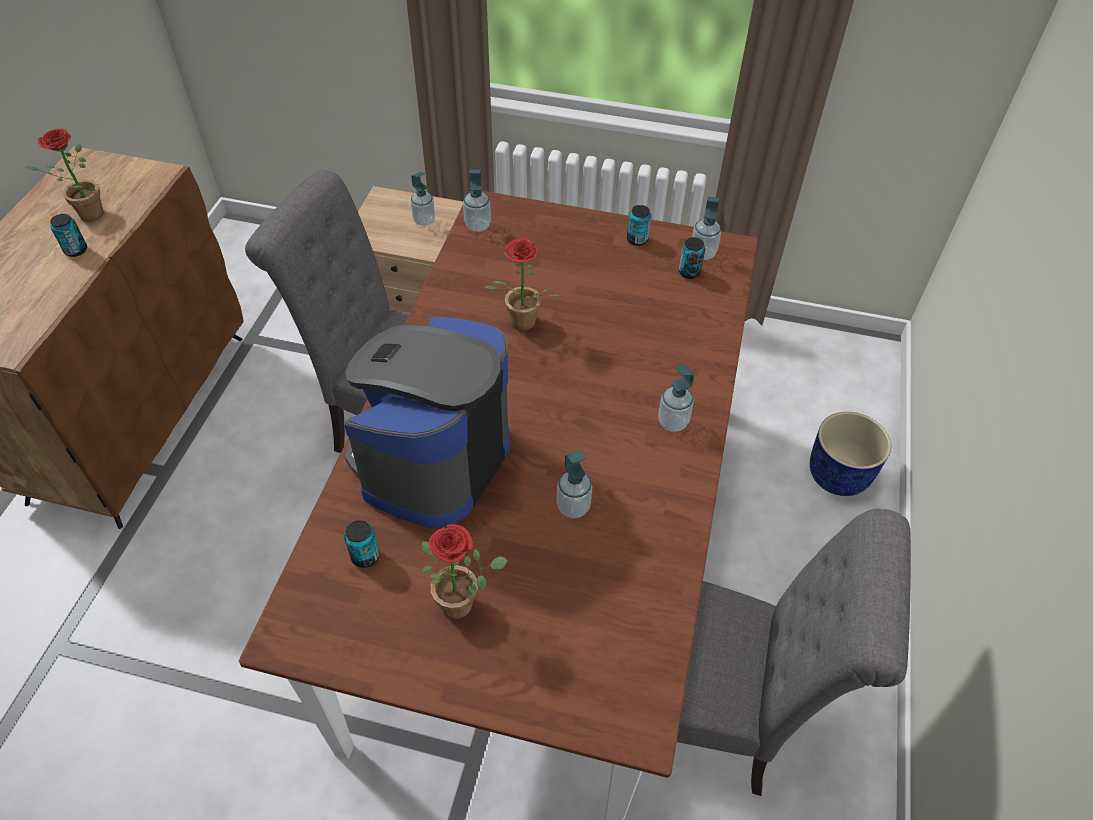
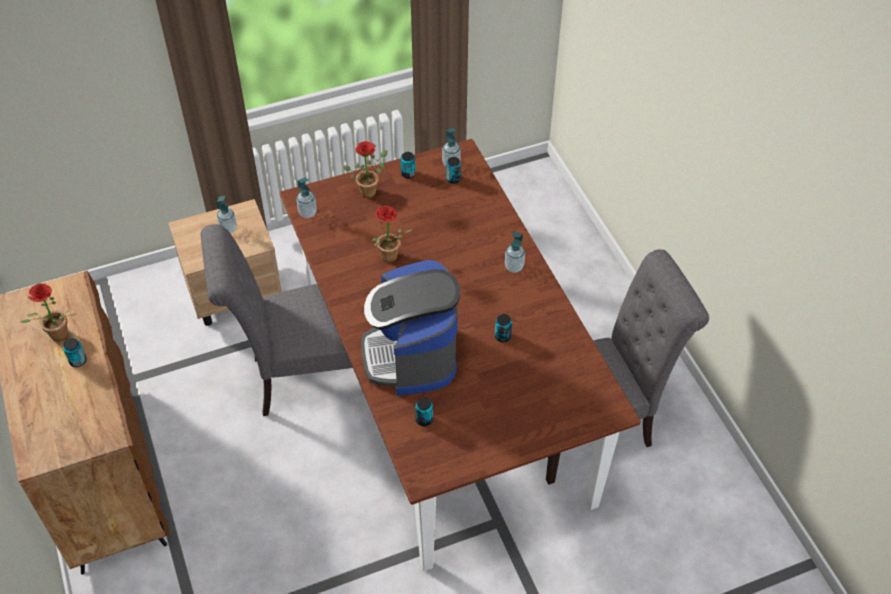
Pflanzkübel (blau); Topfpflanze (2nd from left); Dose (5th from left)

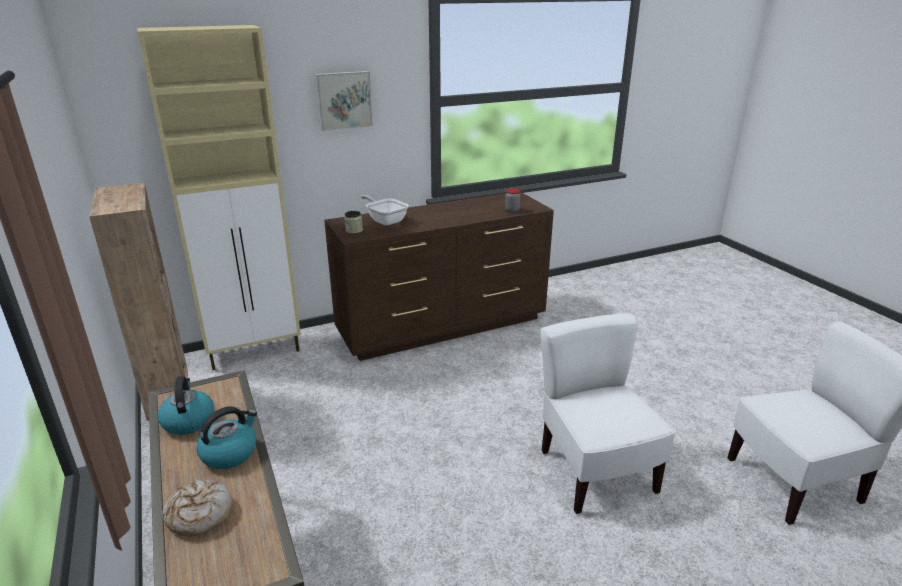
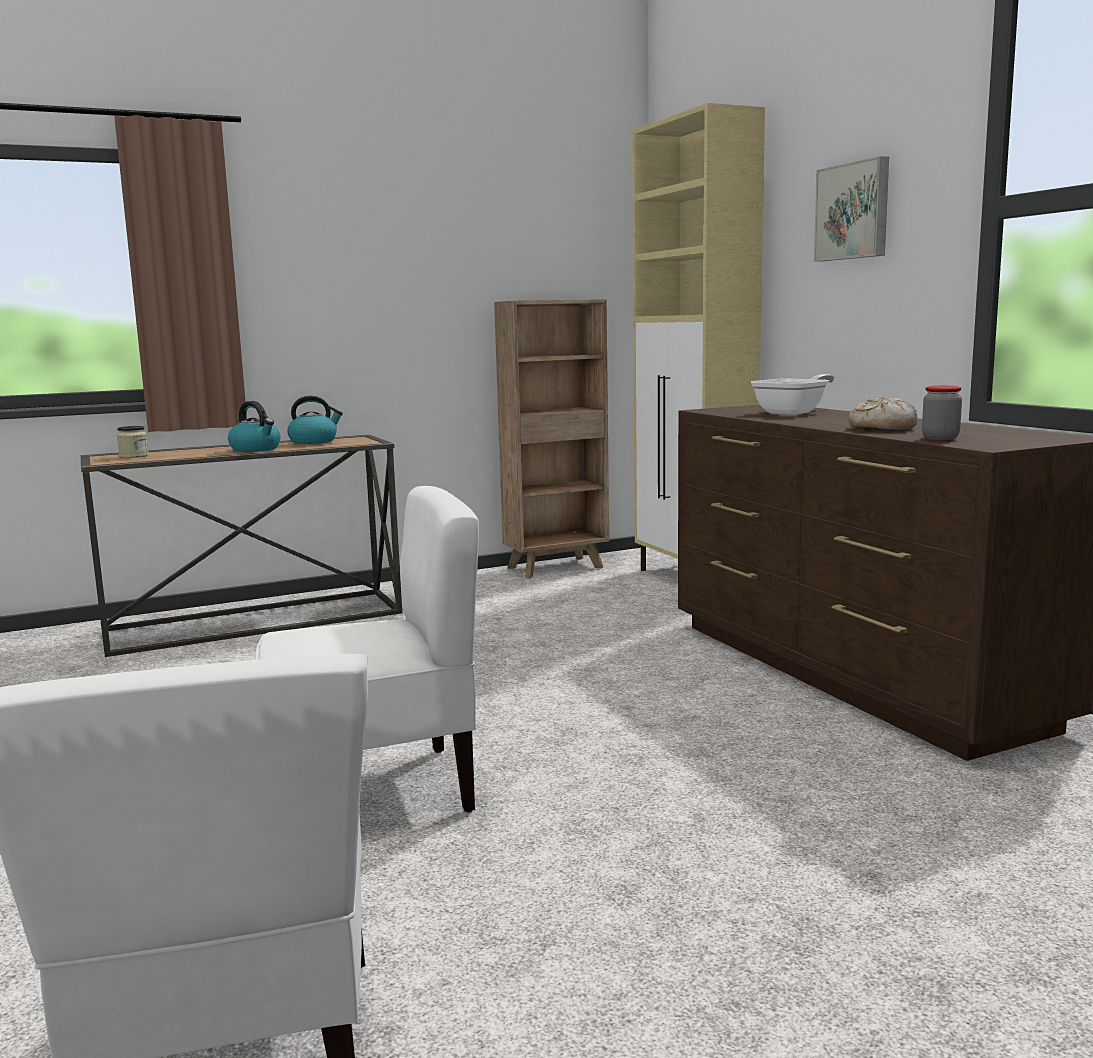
Brot; Vorratsglas (1st from left)

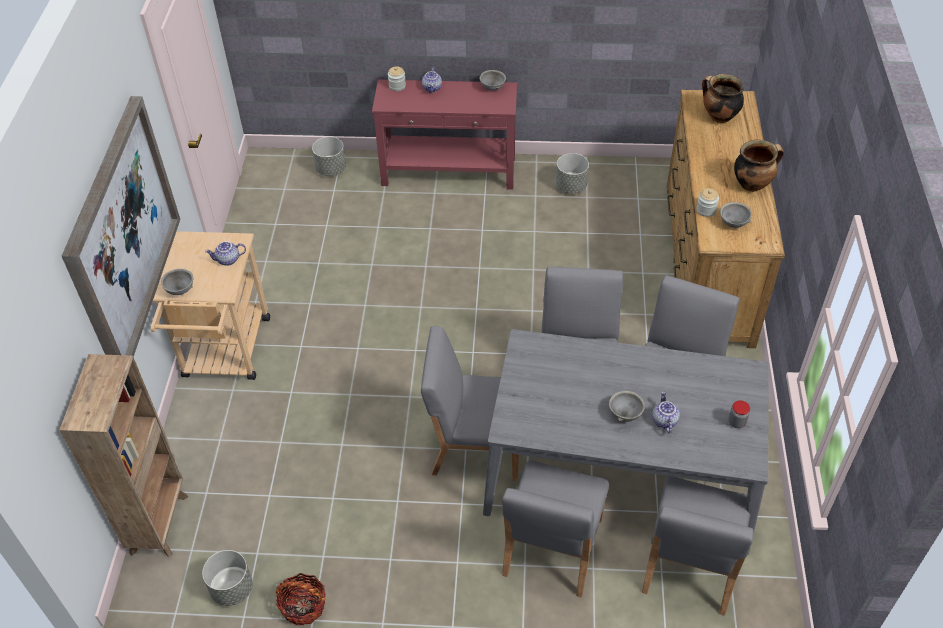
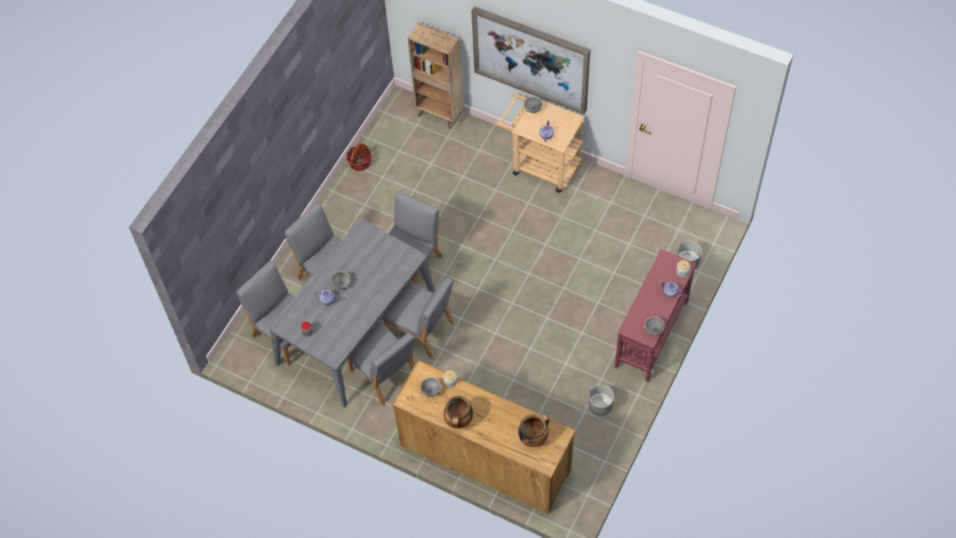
Pflanzkübel (grau) (1st from left in the first image)

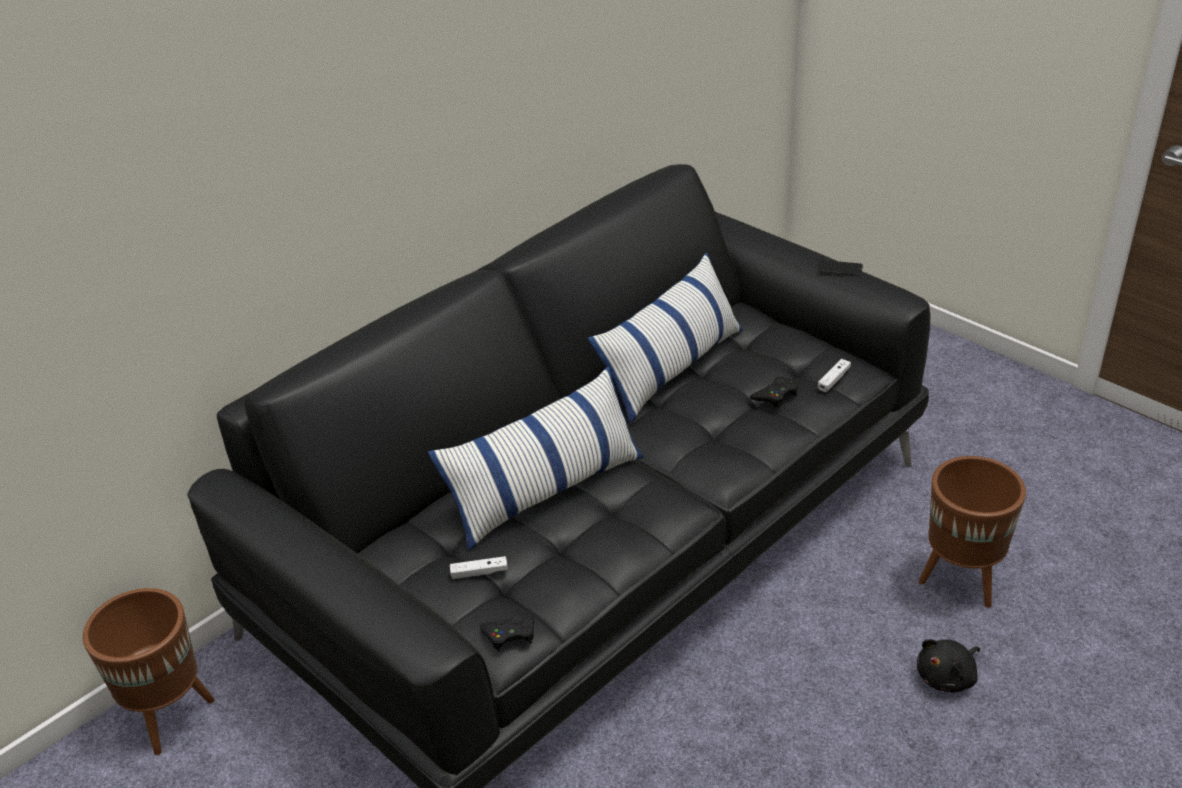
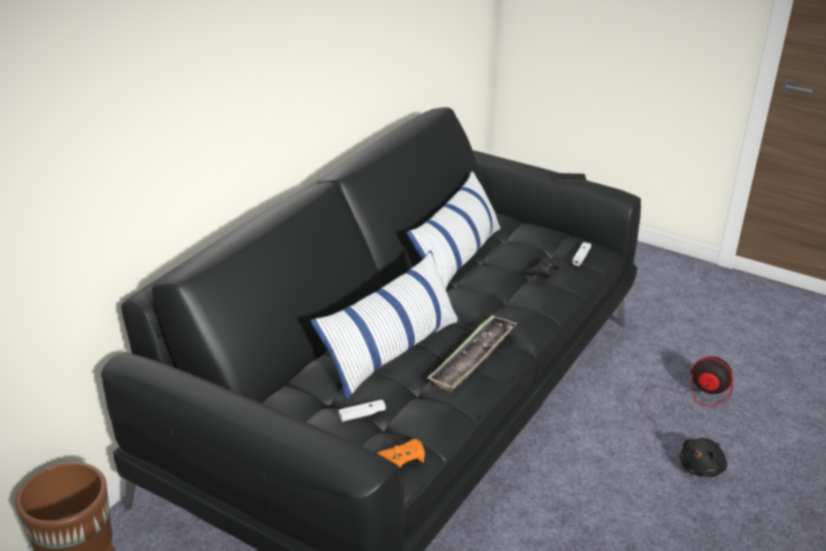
Tablett; Ventilator; Gamepad (orange)

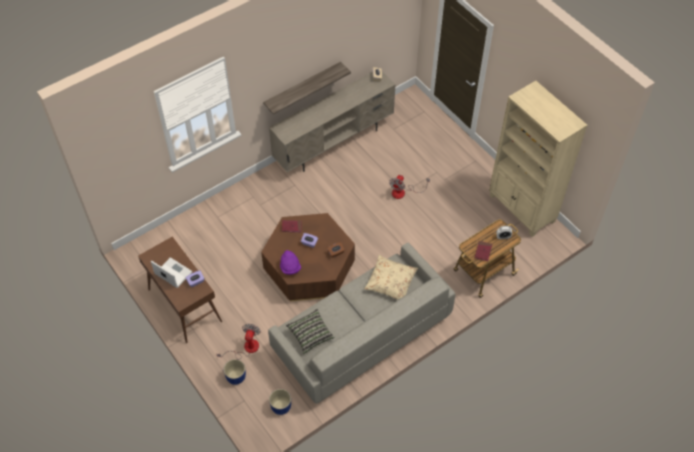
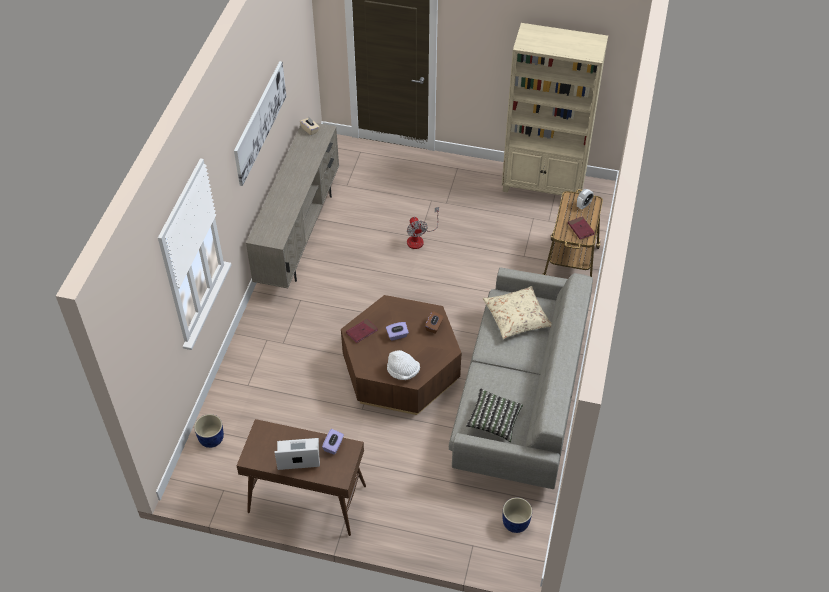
Ventilator (1st from left in the first image); Wandregal; Bild; Pflanzkübel (blau) (1st from left); Hut (weiß)

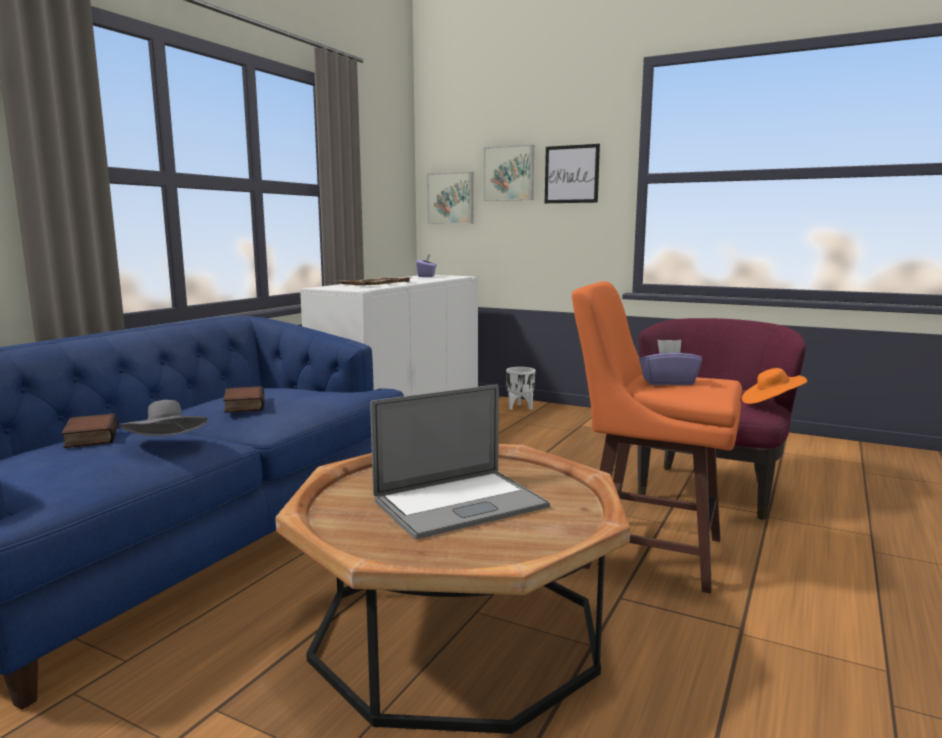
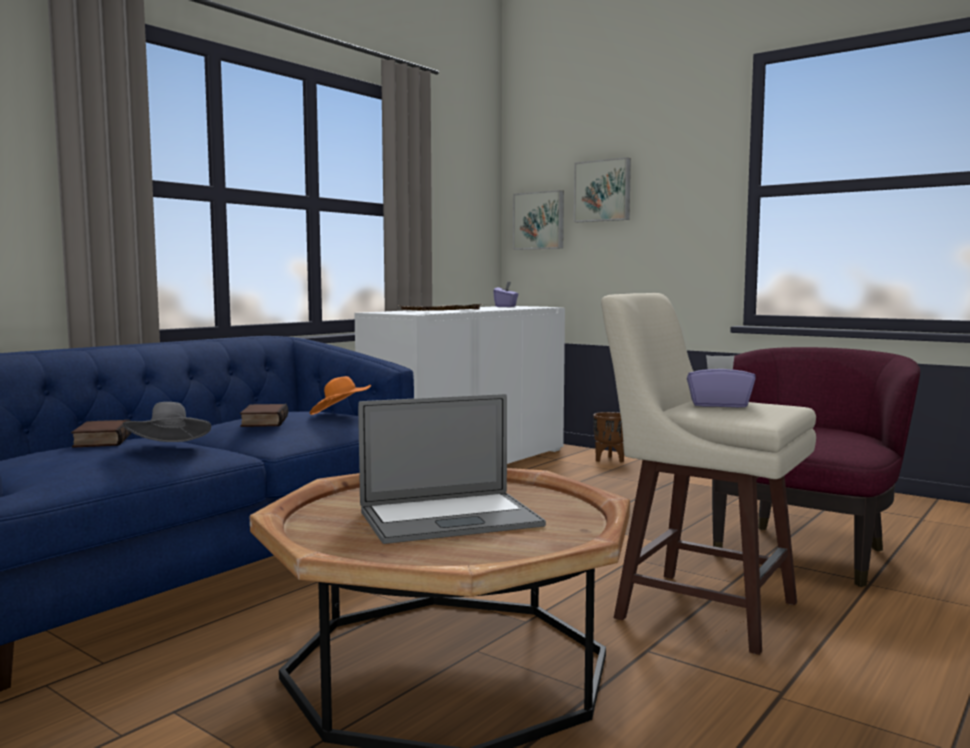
Bild (3rd from left in the first image); Hut (orange); Pflanzkübel (braun); Hocker (beige)

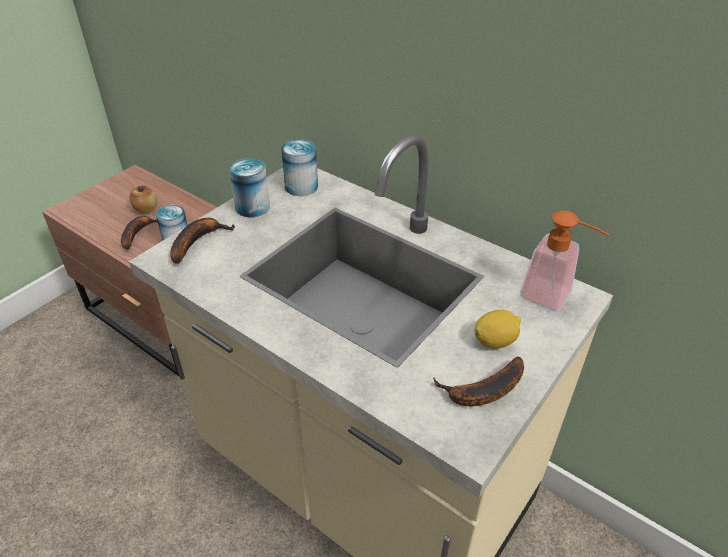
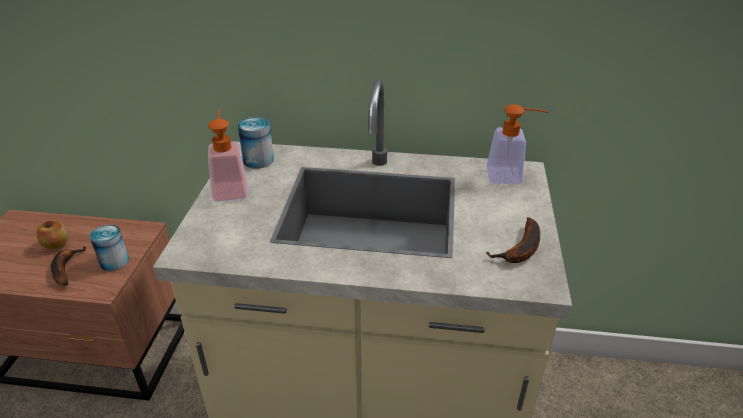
Banane (2nd from left in the first image); Zitrone; Seifenspender (1st from left)

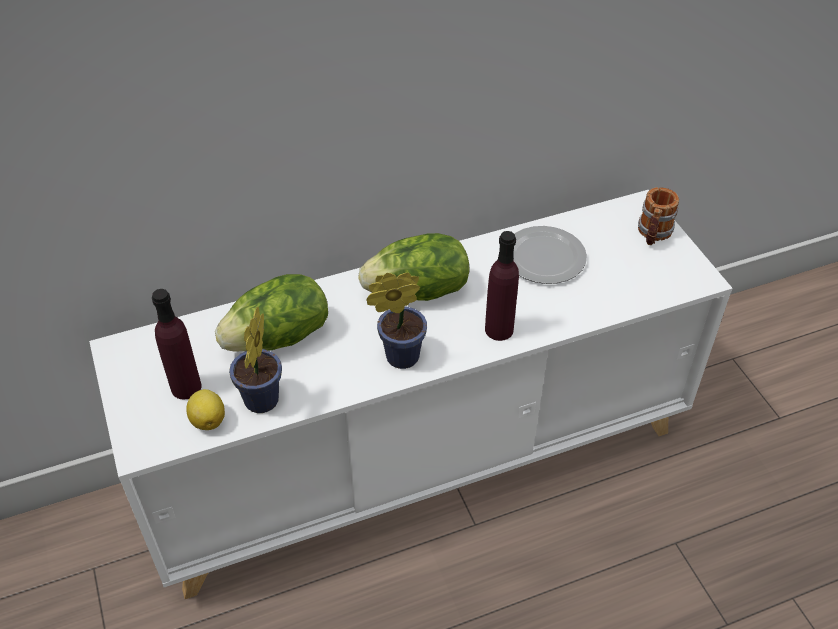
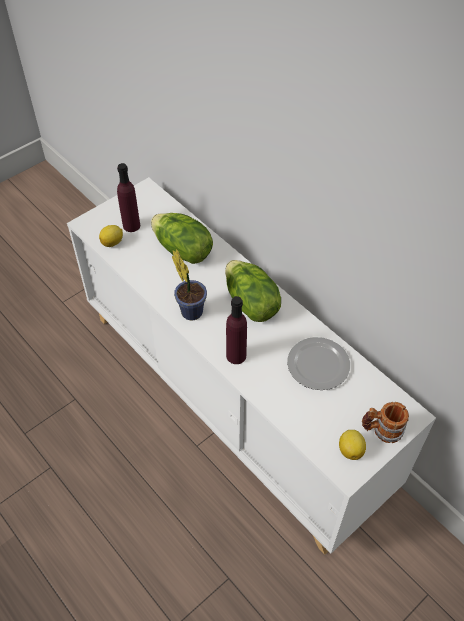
Topfpflanze (1st from left in the first image); Zitrone (2nd from left)

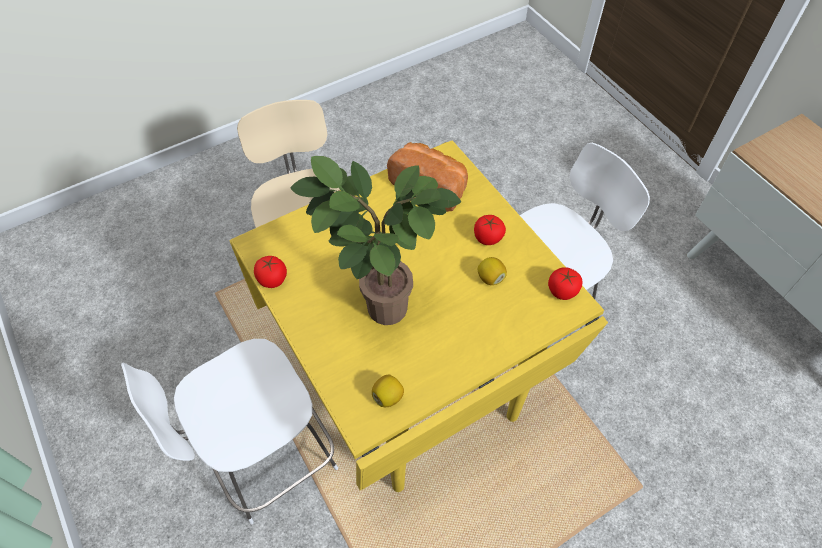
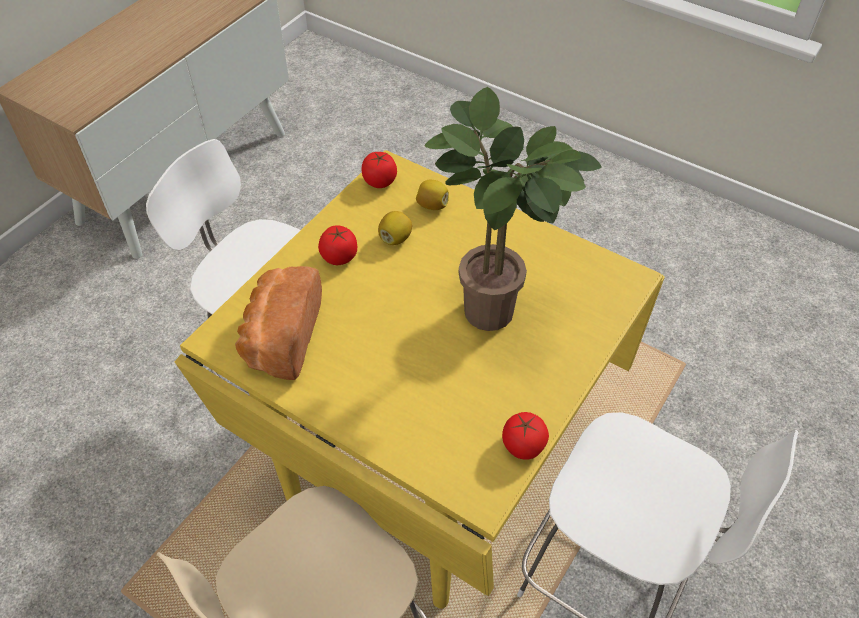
Zitrone (2nd from left)

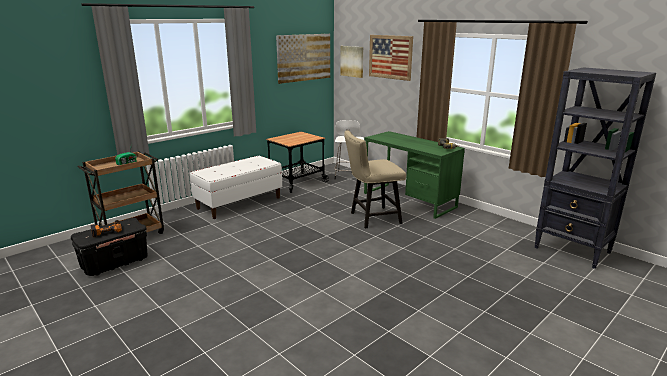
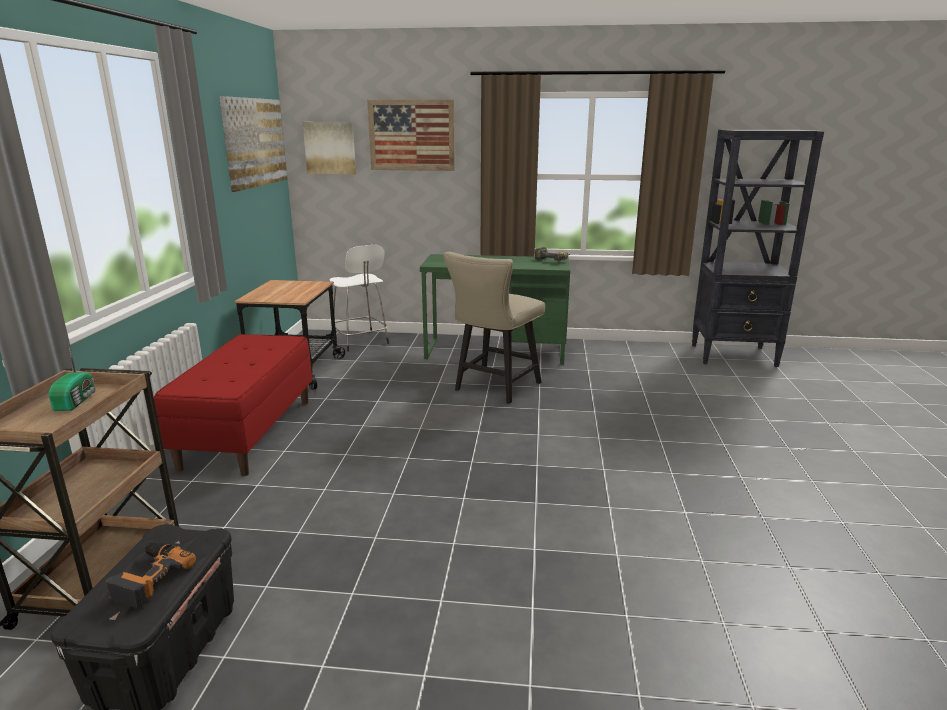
Bank (rot)

